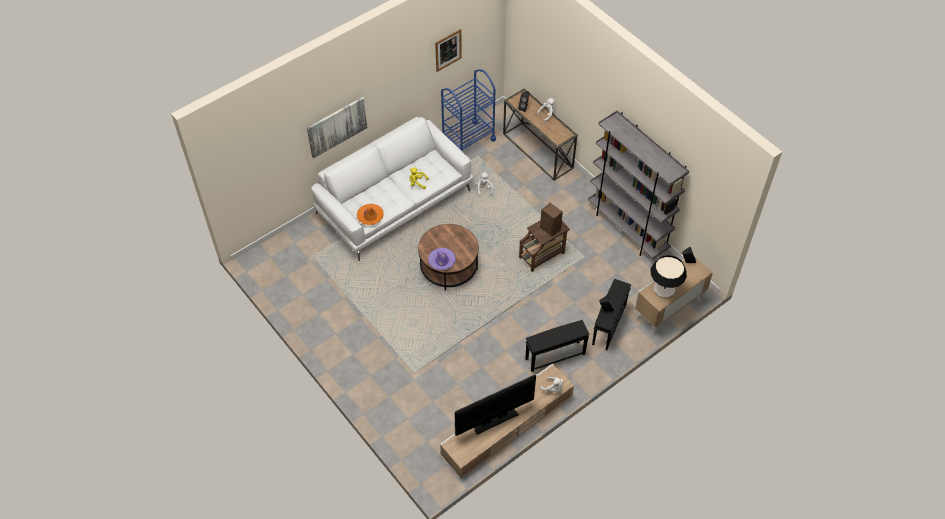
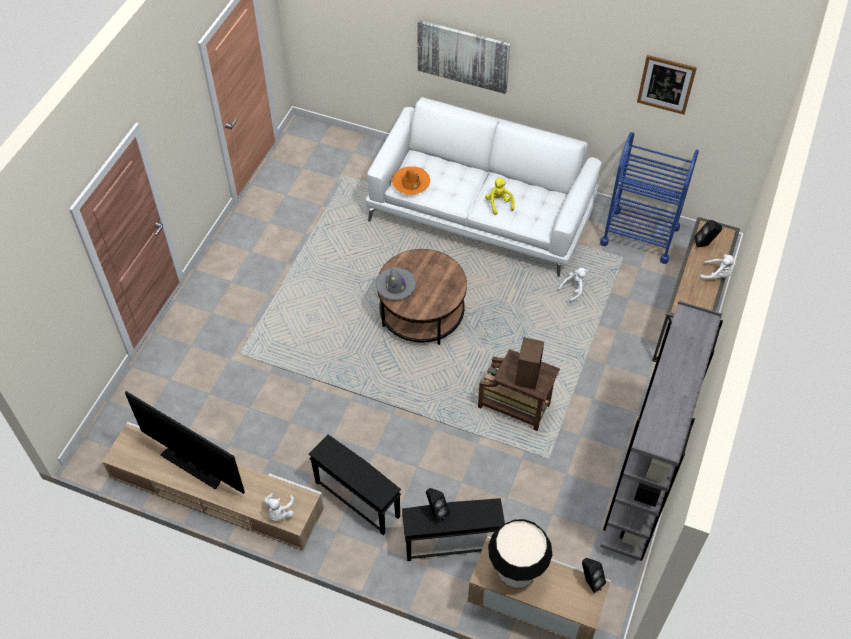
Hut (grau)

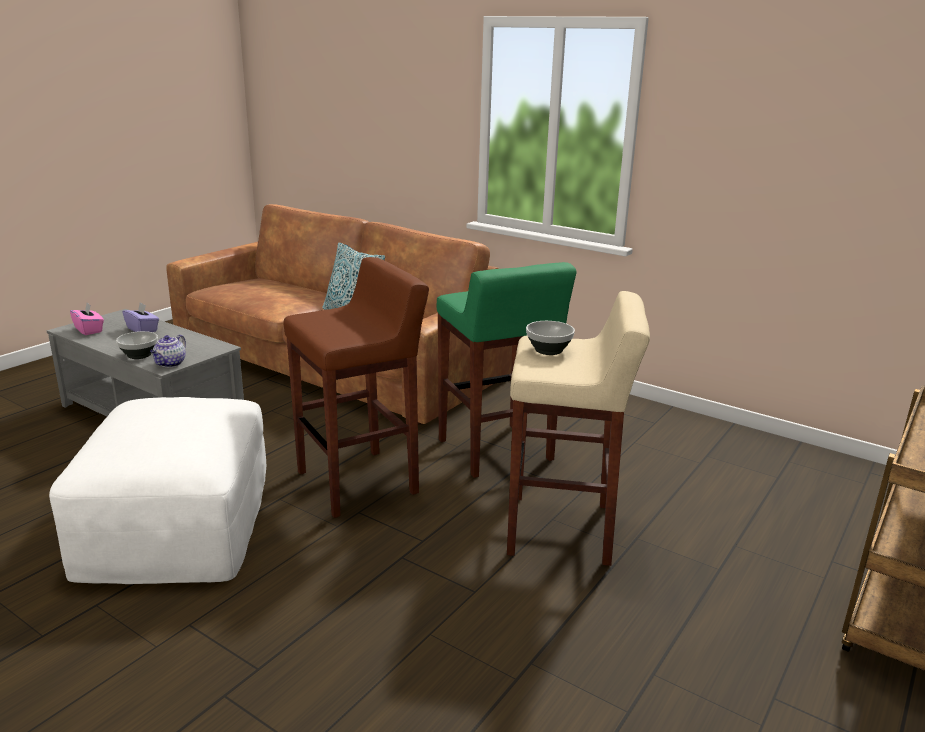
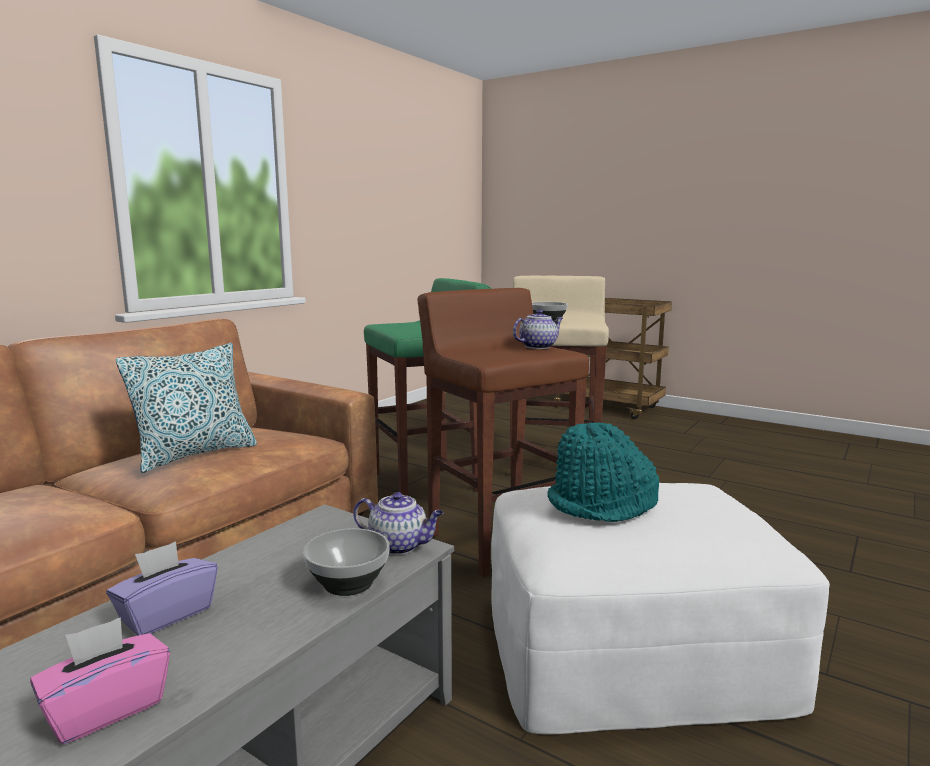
Teekanne (2nd from left); Hut (türkis)

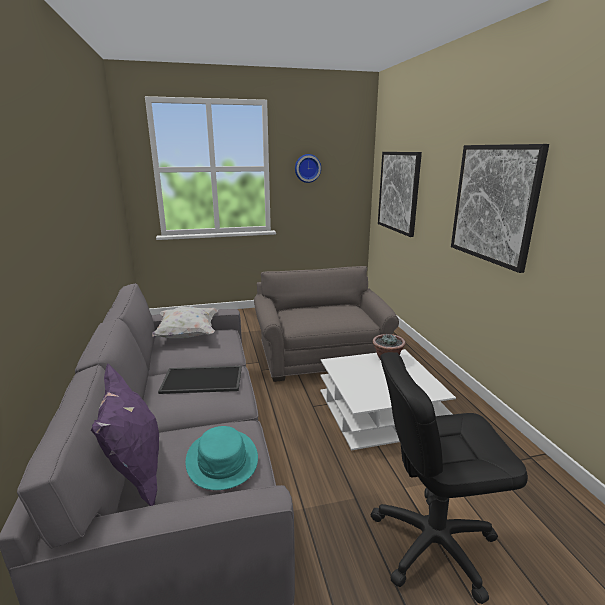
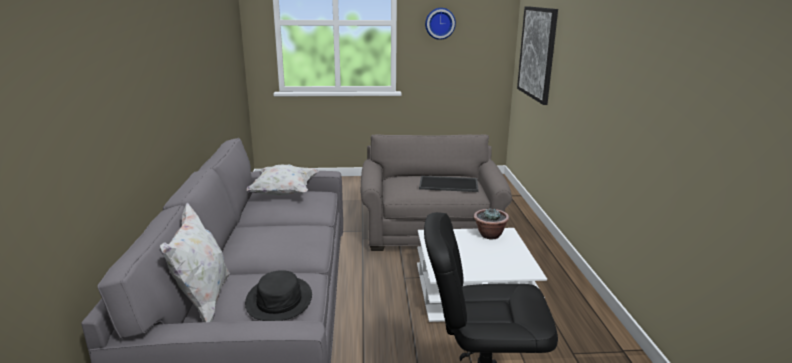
Bild (2nd from left in the first image); Tablett; Kissen (weiß) (1st from left); Hut (schwarz)

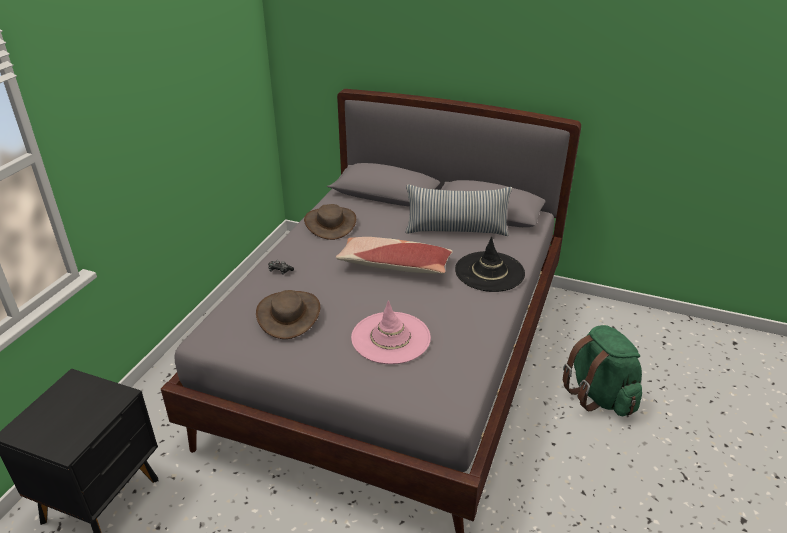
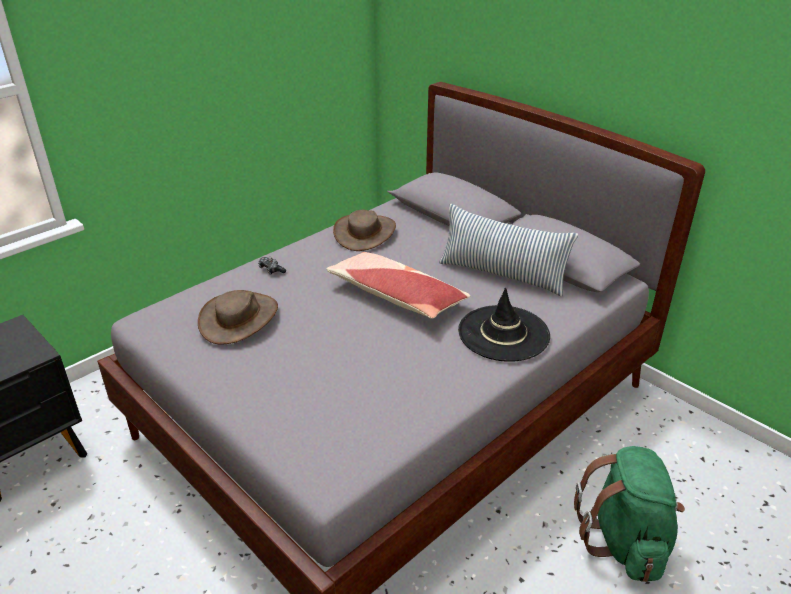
Hut (rosa)

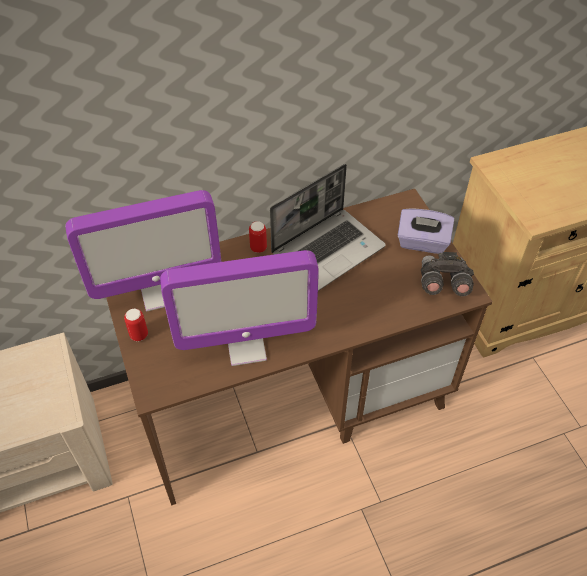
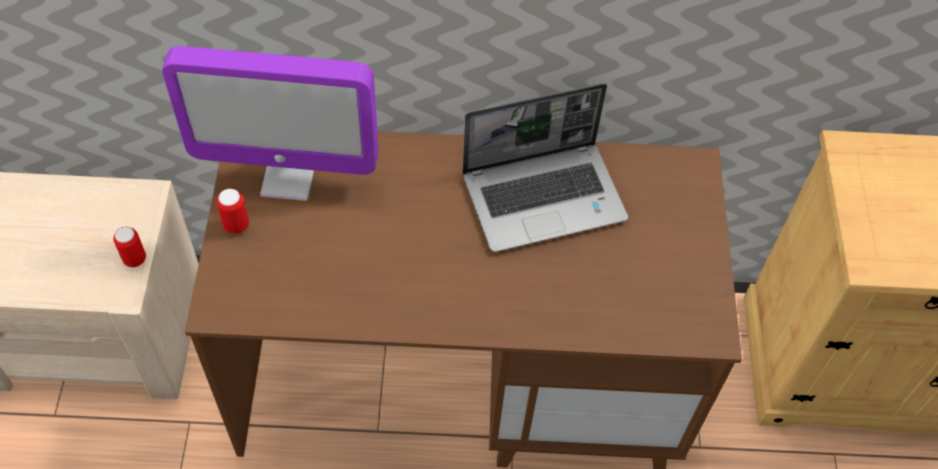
Monitor (2nd from left in the first image); Taschentuchbox (lila); Fernglas (grau); Dose (1st from left)

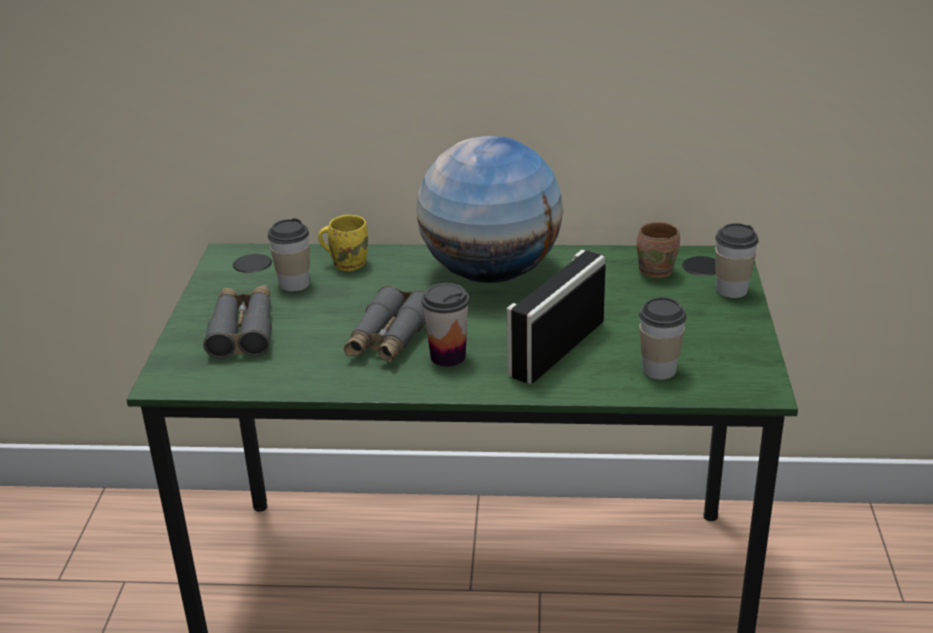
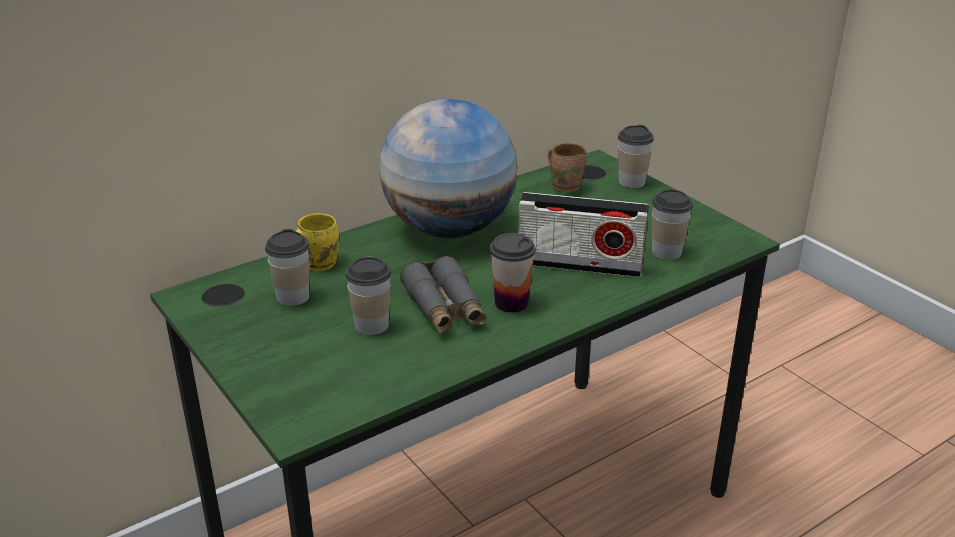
Fernglas (grau) (1st from left in the first image); Tasse (2nd from left); Radio

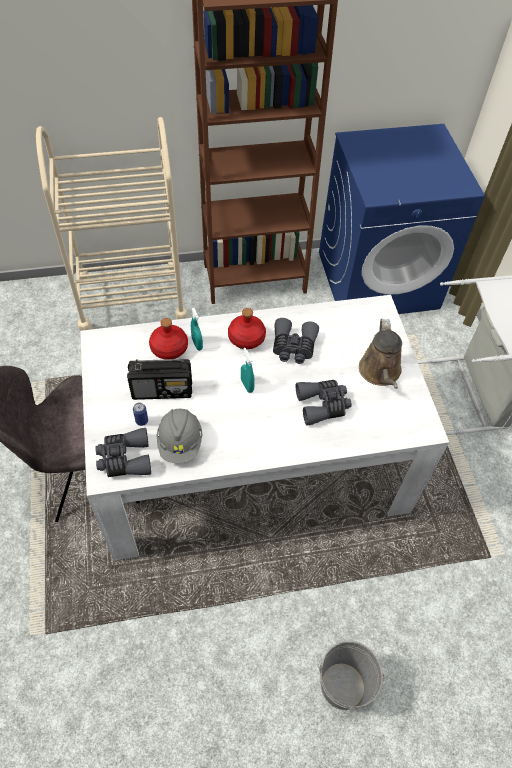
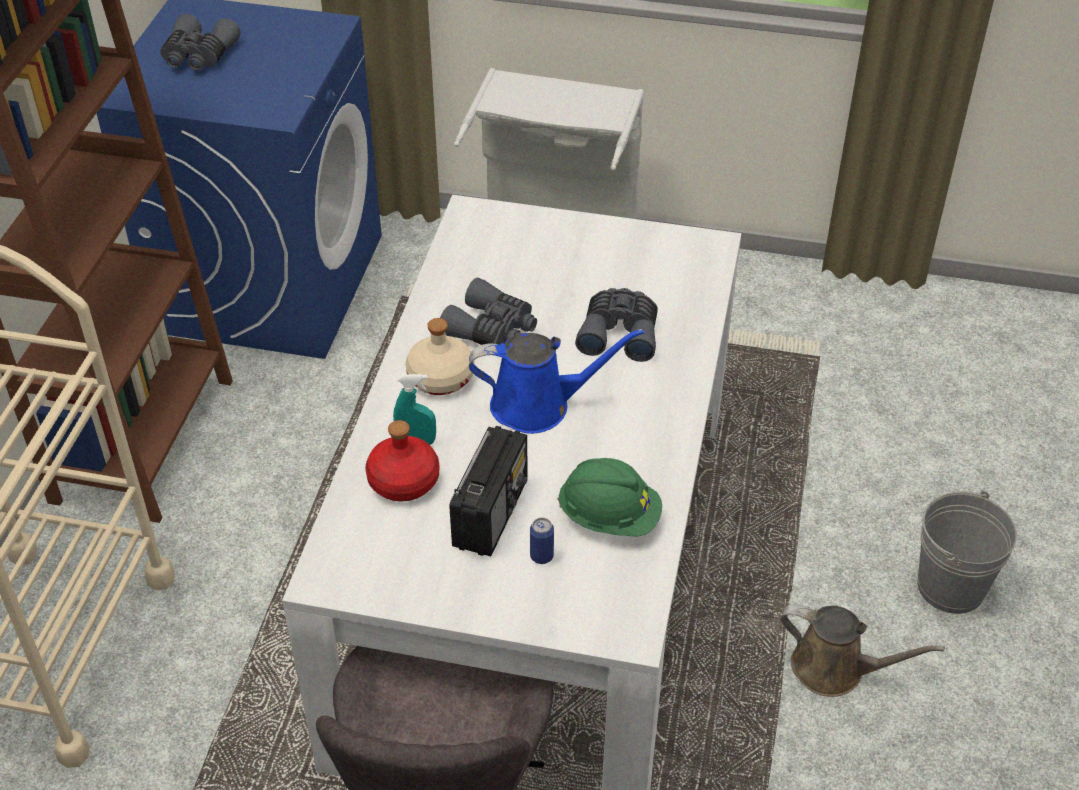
Fernglas (grau) (1st from left); Gießkanne (braun); Gießkanne (blau); Schutzhelm (grün); Flasche (beige)

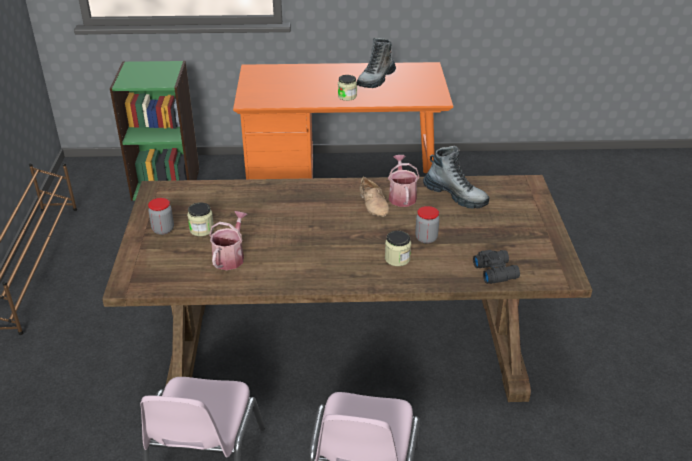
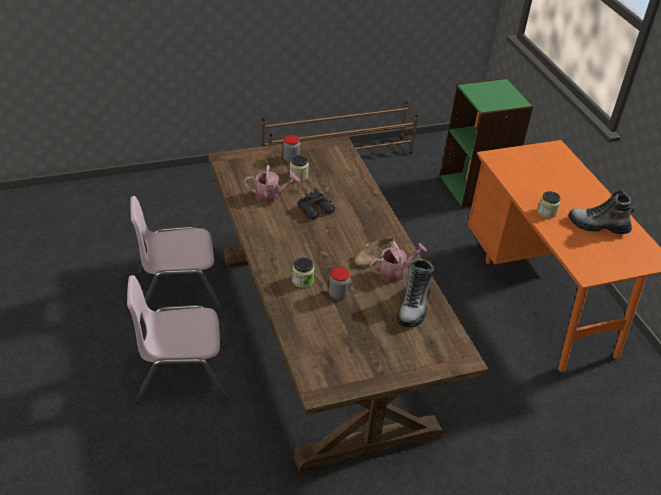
Fernglas (schwarz)

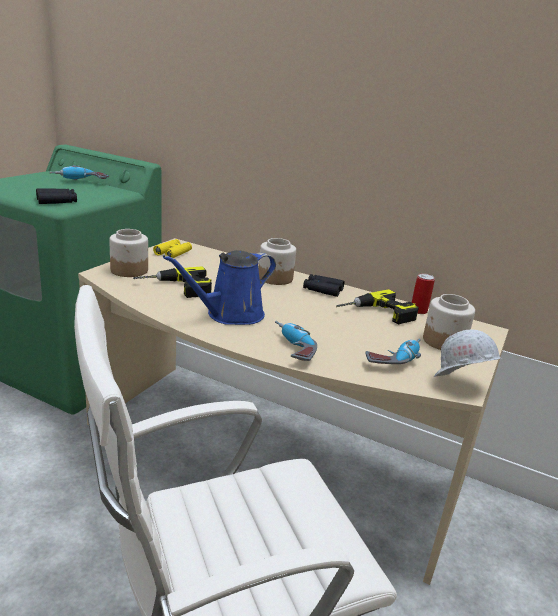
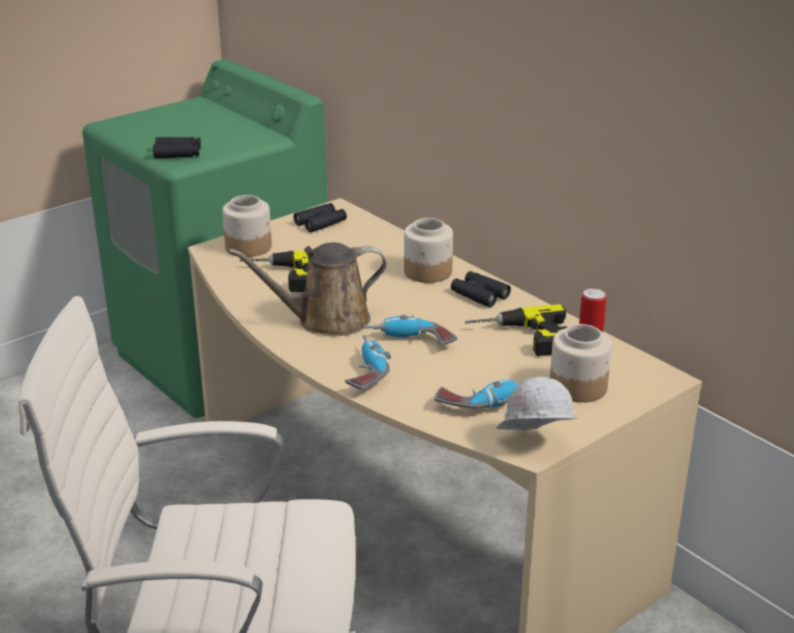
Bohrmaschine (3rd from left); Fernglas (schwarz) (2nd from left); Gießkanne (braun)

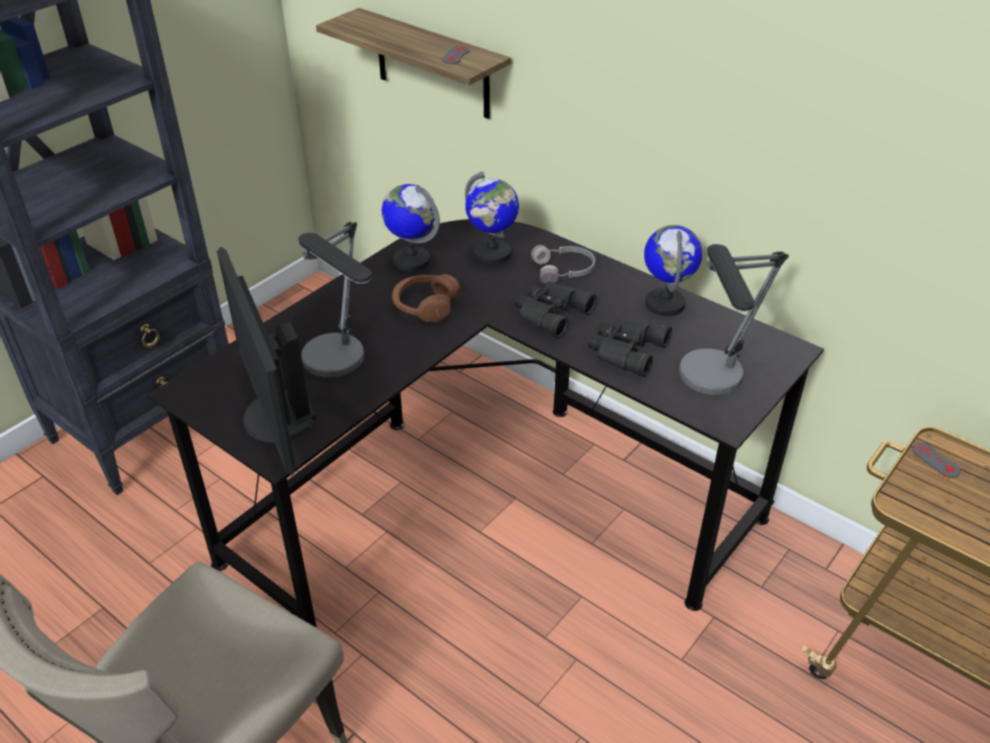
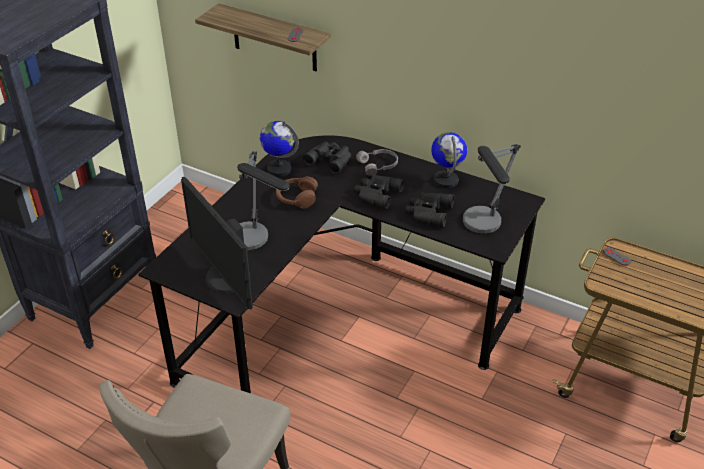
Fernglas (schwarz) (1st from left)

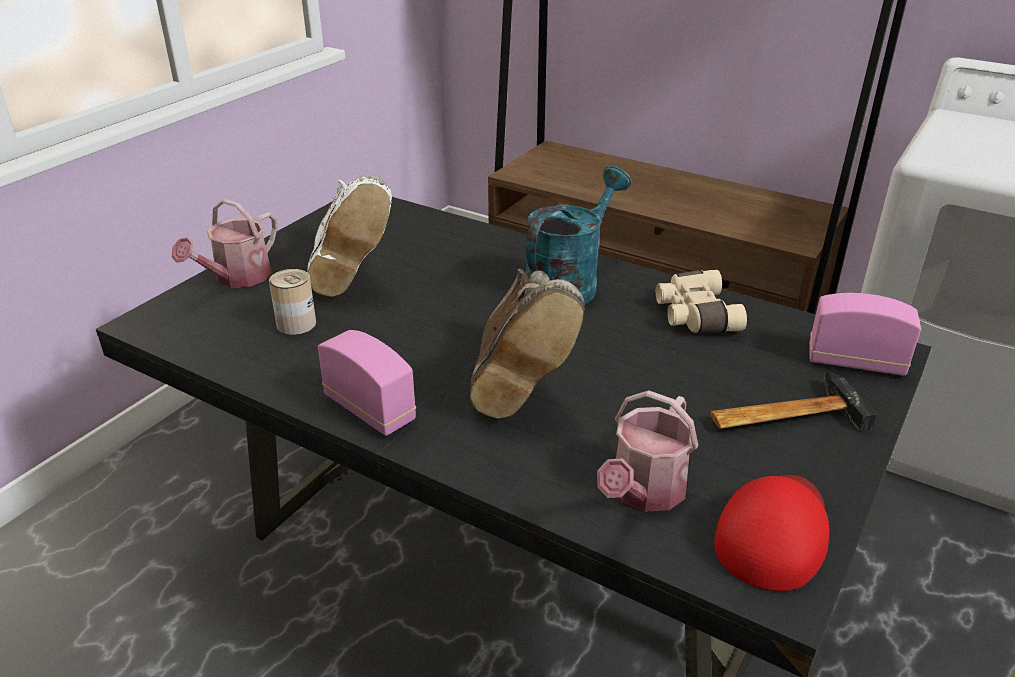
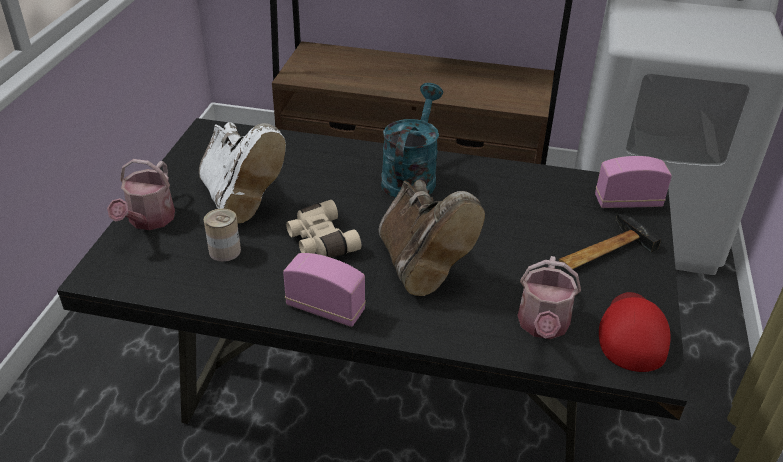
Fernglas (beige)

